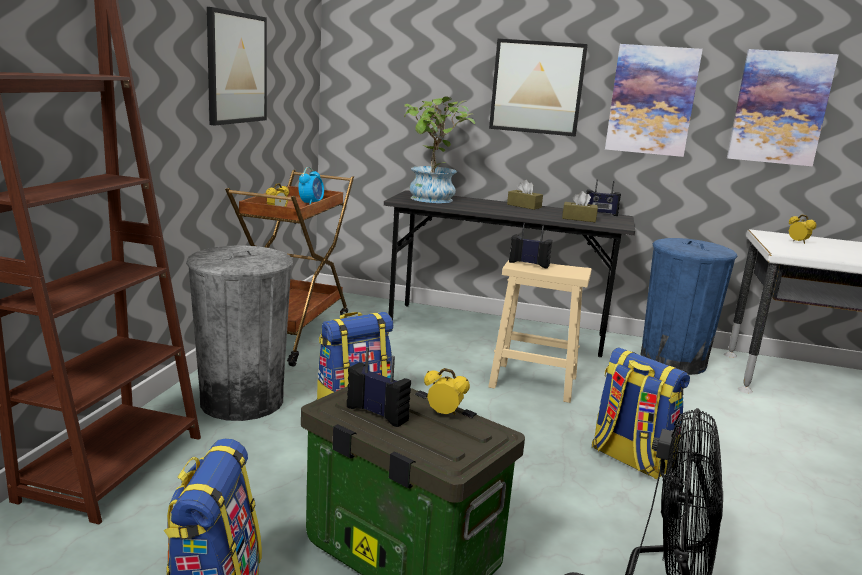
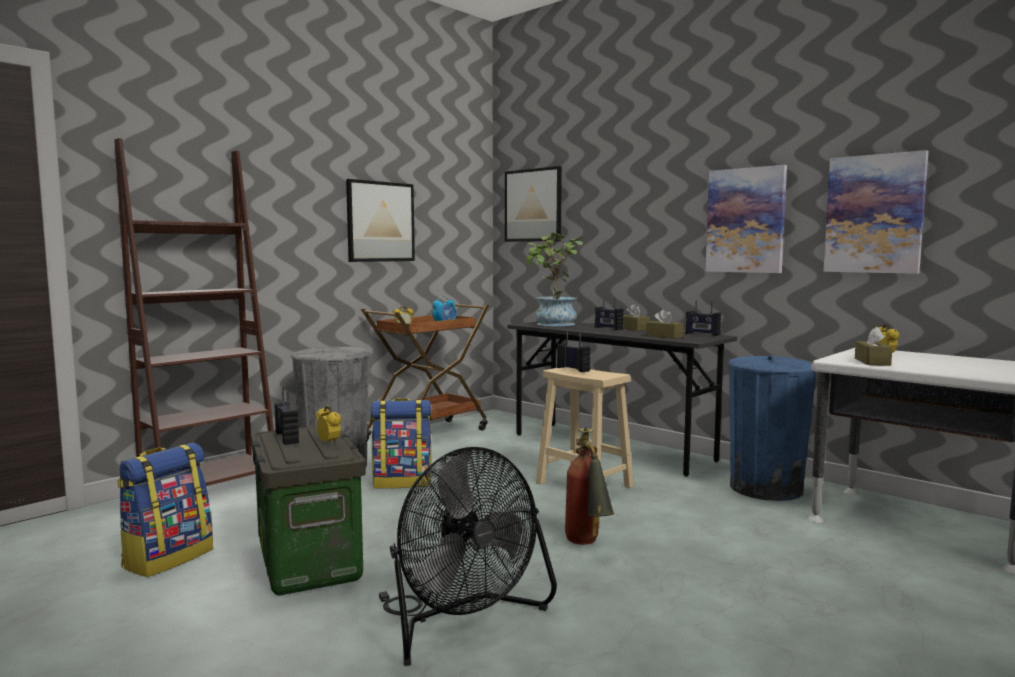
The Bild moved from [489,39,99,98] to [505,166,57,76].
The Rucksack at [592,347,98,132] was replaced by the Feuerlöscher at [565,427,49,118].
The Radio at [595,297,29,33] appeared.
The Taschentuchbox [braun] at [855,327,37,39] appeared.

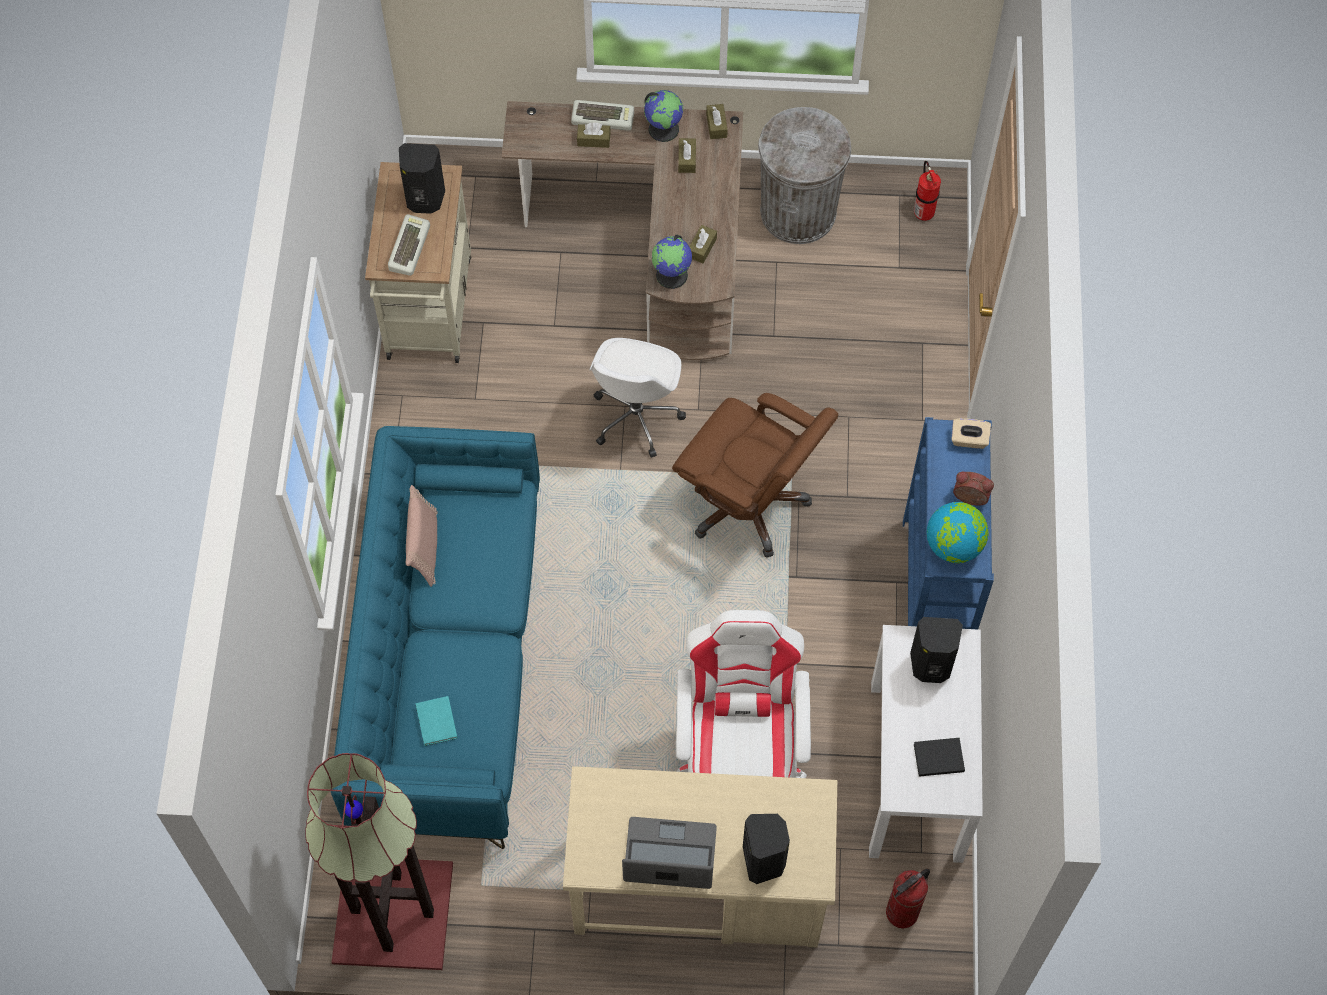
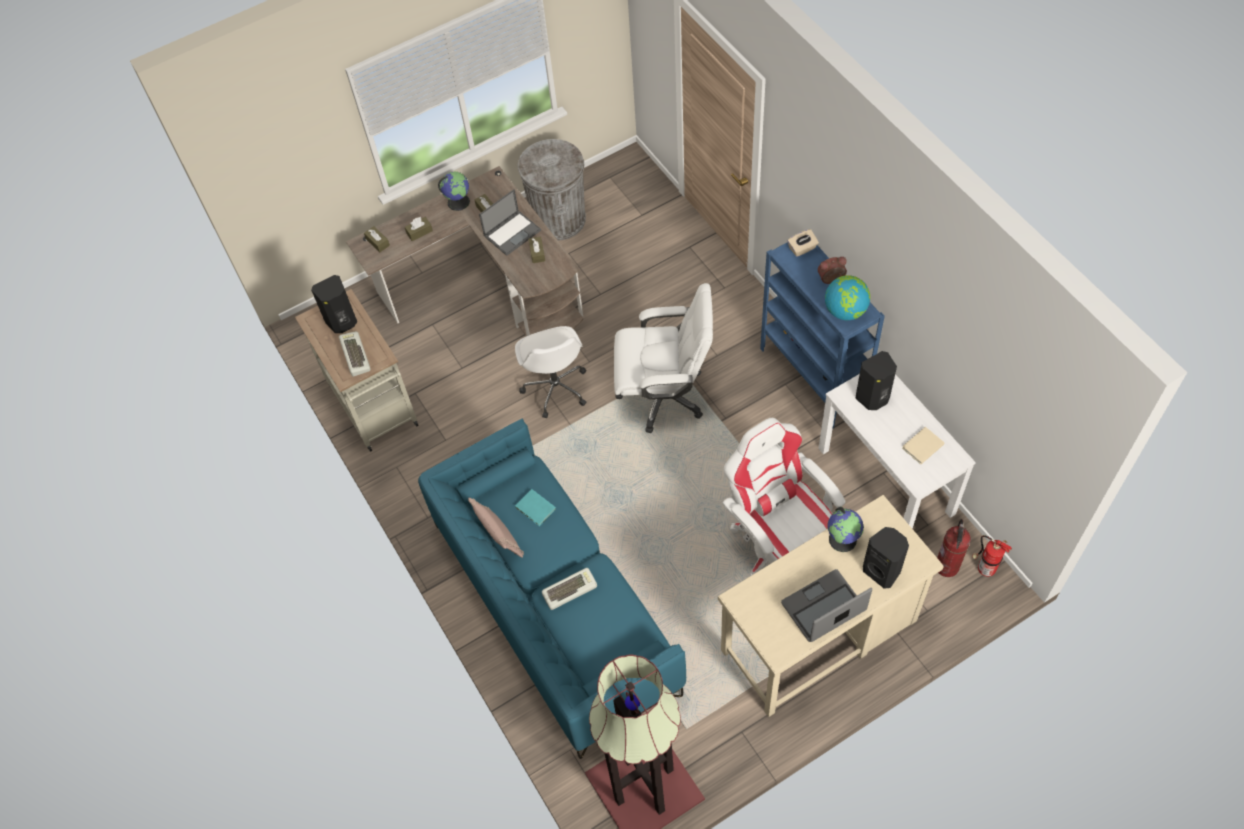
The Buch [türkis] moved from [415,696,43,50] to [515,489,41,37].
The Tastatur moved from [571,100,63,31] to [542,568,55,42].
The Globus moved from [652,235,40,54] to [827,507,37,45].
The Bürostuhl [braun] at [672,393,166,165] became the Bürostuhl [weiß] at [614,283,99,150].
The Taschentuchbox [braun] moved from [706,104,22,35] to [364,226,26,26].
The Feuerlöscher moved from [914,161,27,60] to [972,535,40,42].
The Buch [schwarz] at [914,738,51,39] became the Buch [beige] at [902,427,43,37].
The Laptop at [479,189,62,67] appeared.

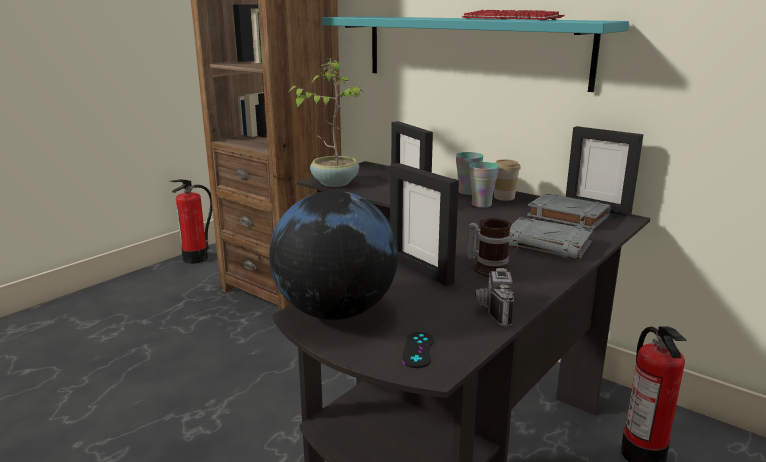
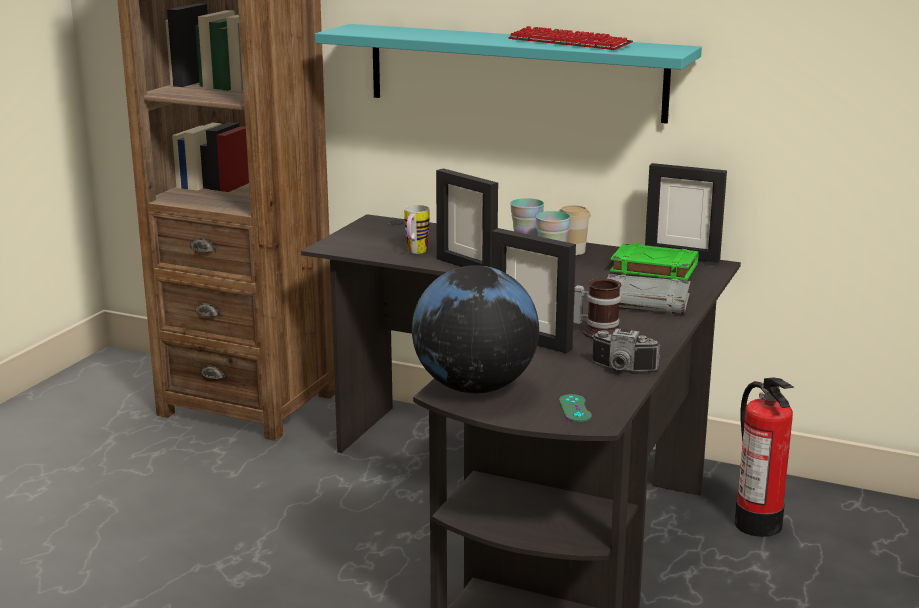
The Feuerlöscher at [169,179,43,85] disappeared.
The Topfpflanze at [288,58,77,129] disappeared.
The Gamepad [schwarz] at [402,332,33,36] became the Gamepad [grün] at [559,394,33,28].
The Kamera at [475,268,39,59] turned 60 degrees counterclockwise.
The Buch [grau] at [527,193,84,36] became the Buch [grün] at [610,243,89,37].
The Henkelbecher at [404,205,26,49] appeared.

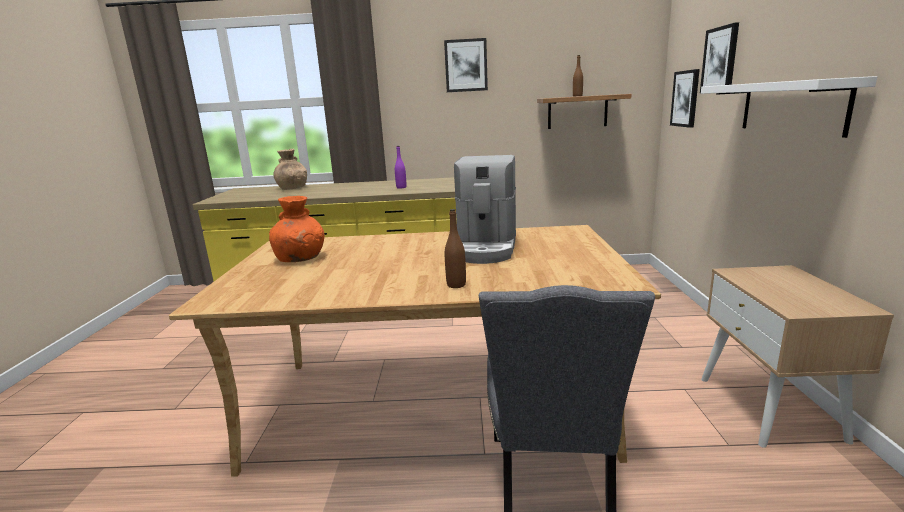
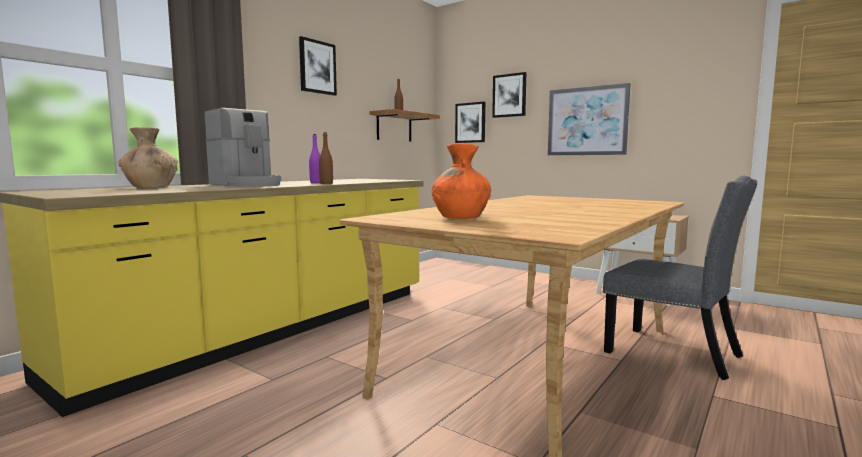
The Flasche [braun] moved from [445,209,21,79] to [319,132,14,52].
The Kaffeemaschine moved from [454,155,62,109] to [205,108,77,79].
The Wandregal [weiß] at [701,76,176,62] was replaced by the Bild at [548,83,82,73].

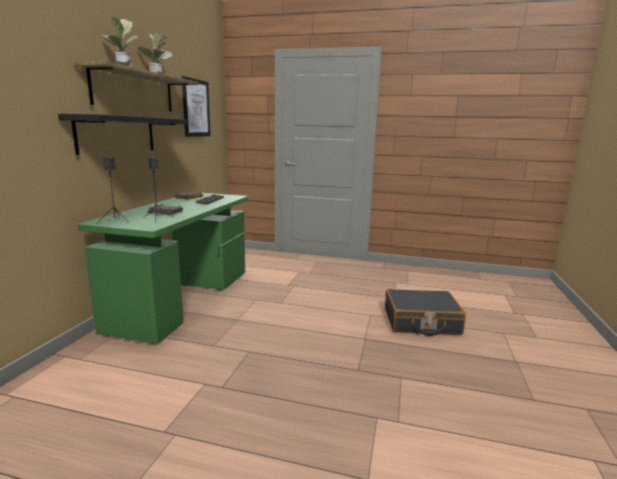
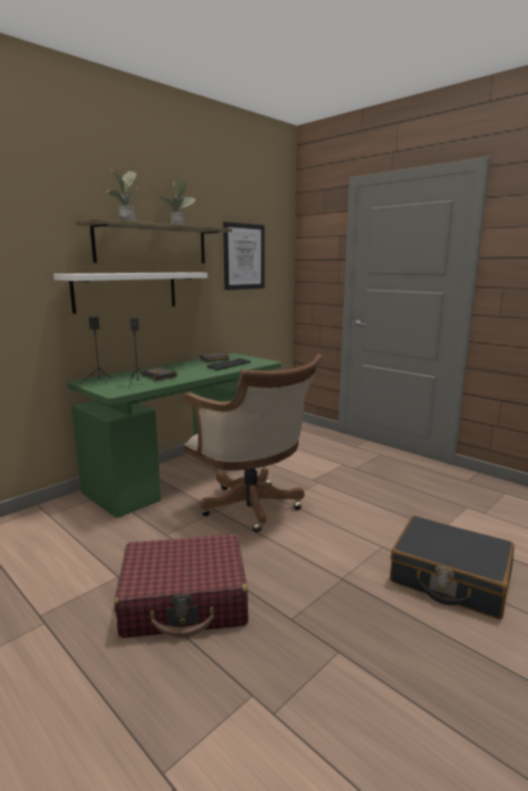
The Wandregal [schwarz] at [58,114,131,41] became the Wandregal [weiß] at [54,272,154,42].
The Koffer [rot] at [114,534,134,104] appeared.
The Bürostuhl at [183,354,139,178] appeared.

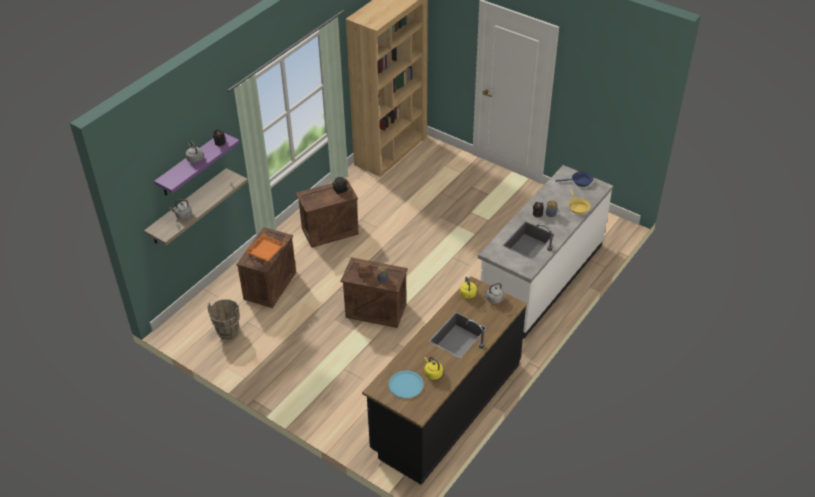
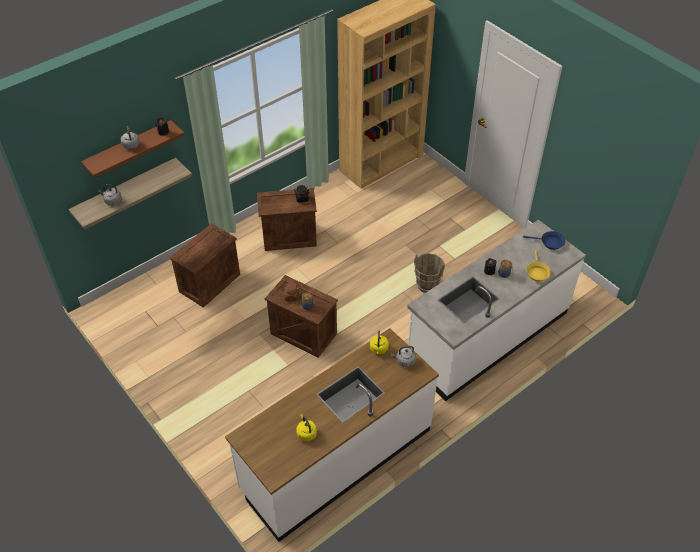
The Wandregal [lila] at [154,133,86,62] became the Wandregal [braun] at [81,120,104,58].
The Eimer [braun] moved from [207,299,33,41] to [414,253,31,40].
The Tablett [orange] at [245,234,41,28] disappeared.
The Küchenzeile [schwarz] at [362,276,165,209] became the Küchenzeile [weiß] at [225,328,214,214].
The Teller [blau] at [389,371,35,27] disappeared.

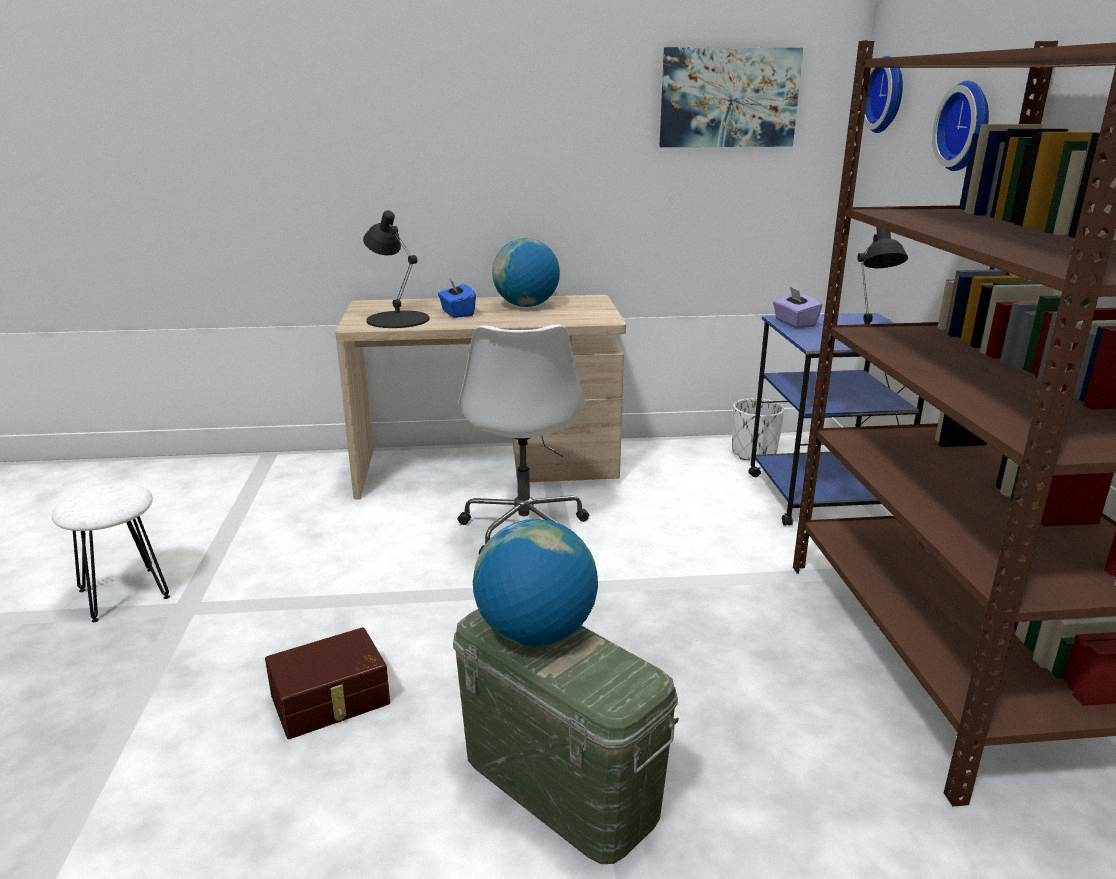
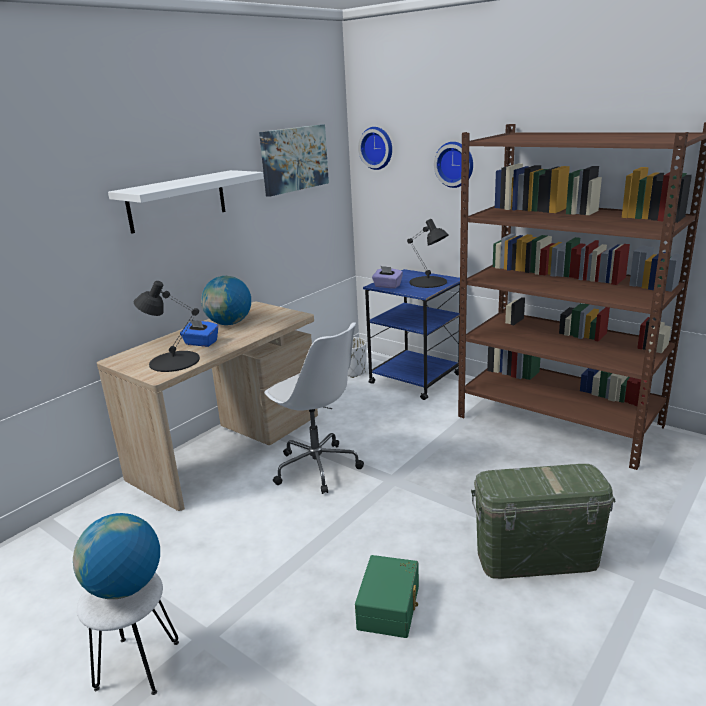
The Aufbewahrungsbox [braun] at [265,627,125,112] became the Aufbewahrungsbox [grün] at [355,555,64,83].
The Globus moved from [473,519,125,127] to [73,513,87,86].
The Wandregal [weiß] at [108,170,156,64] appeared.

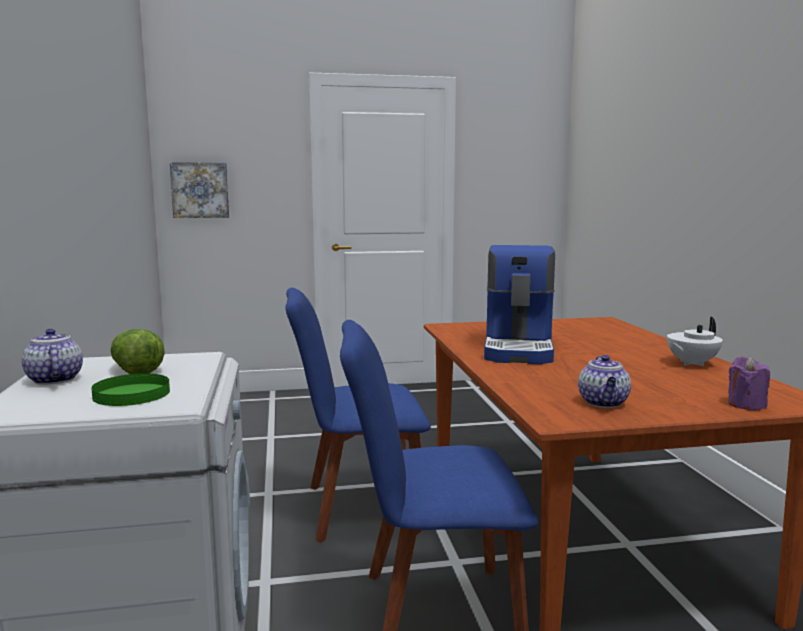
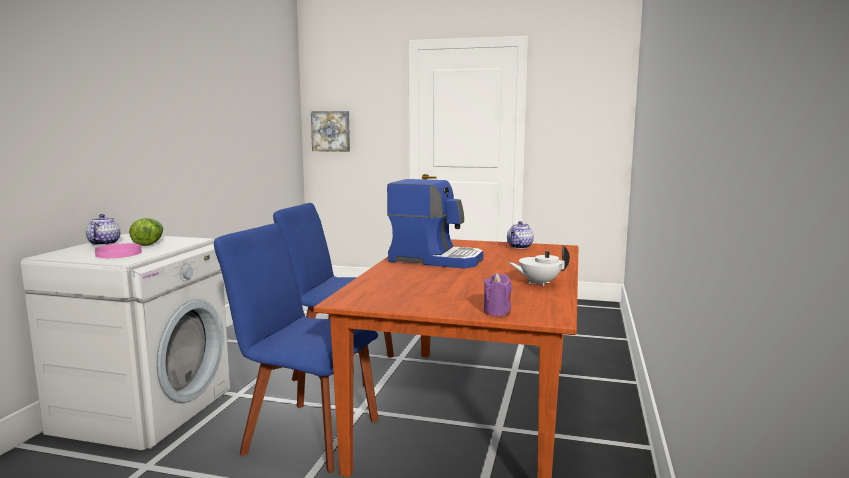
The Teller [grün] at [91,373,79,33] became the Teller [rosa] at [95,243,47,15].
The Kaffeemaschine at [484,245,71,119] turned 105 degrees counterclockwise.
The Teekanne moved from [578,355,53,53] to [507,221,27,28].

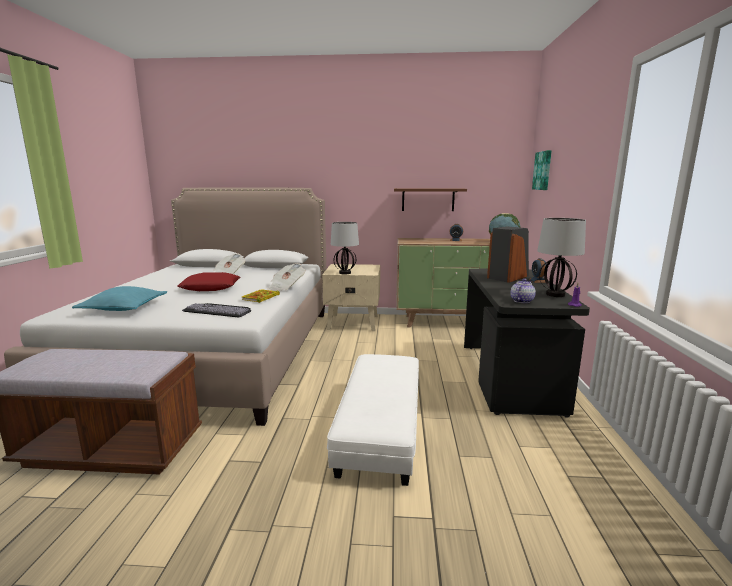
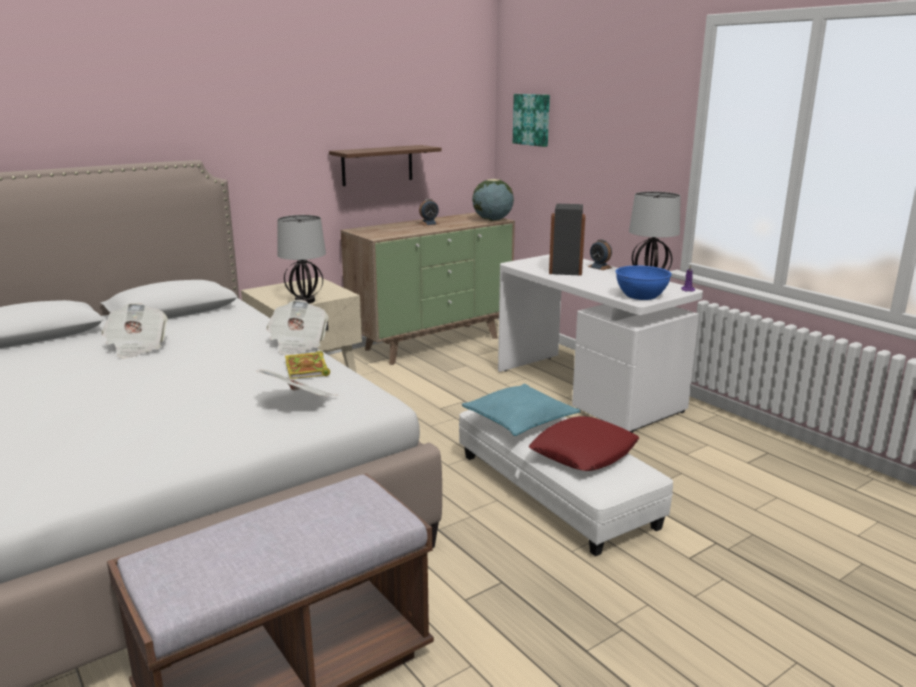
The Kissen [türkis] moved from [72,286,95,25] to [462,384,119,52].
The Kissen [rot] moved from [178,272,62,19] to [529,416,110,55].
The Tastatur at [182,303,69,14] was replaced by the Zeitung at [258,370,80,27].
The Schreibtisch [schwarz] at [464,268,126,150] became the Schreibtisch [weiß] at [498,254,205,179].
The Teekanne at [511,279,25,24] was replaced by the Schüssel [blau] at [615,266,57,34].

